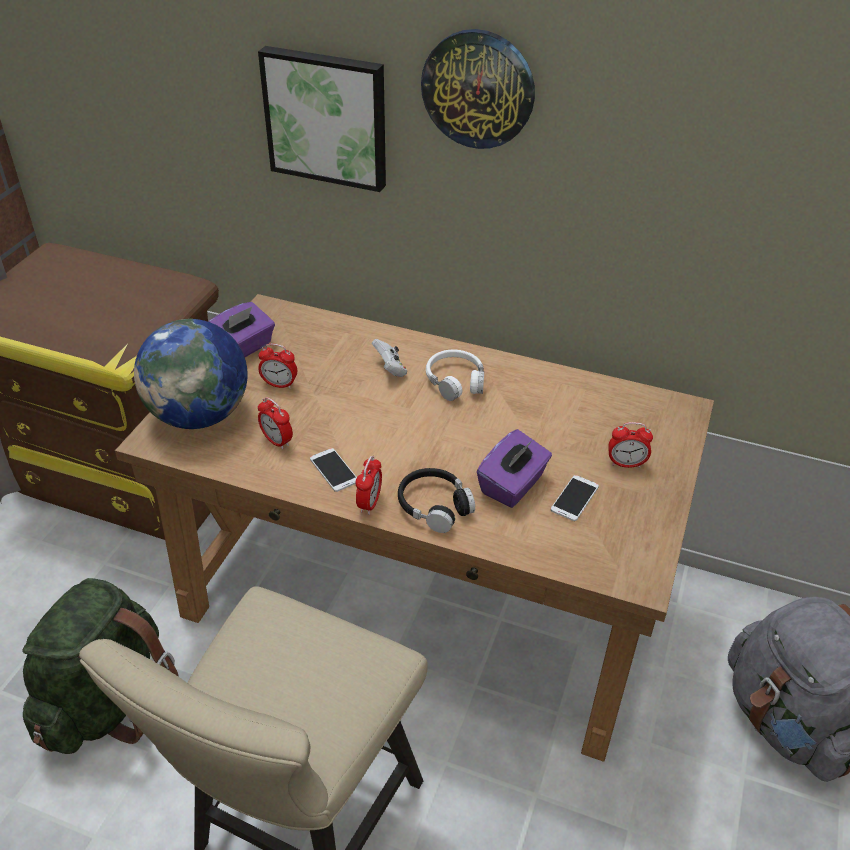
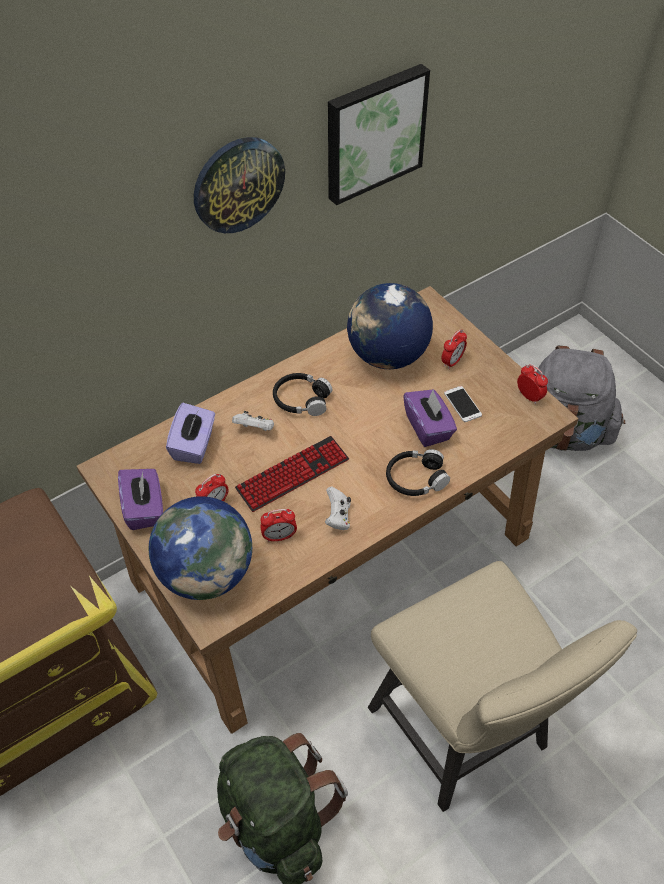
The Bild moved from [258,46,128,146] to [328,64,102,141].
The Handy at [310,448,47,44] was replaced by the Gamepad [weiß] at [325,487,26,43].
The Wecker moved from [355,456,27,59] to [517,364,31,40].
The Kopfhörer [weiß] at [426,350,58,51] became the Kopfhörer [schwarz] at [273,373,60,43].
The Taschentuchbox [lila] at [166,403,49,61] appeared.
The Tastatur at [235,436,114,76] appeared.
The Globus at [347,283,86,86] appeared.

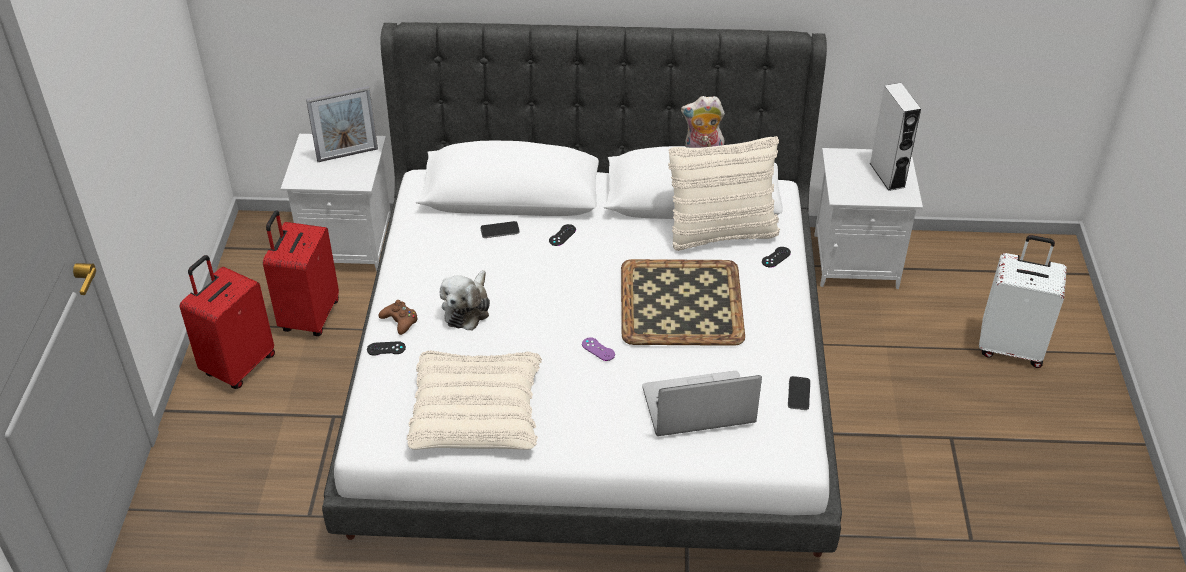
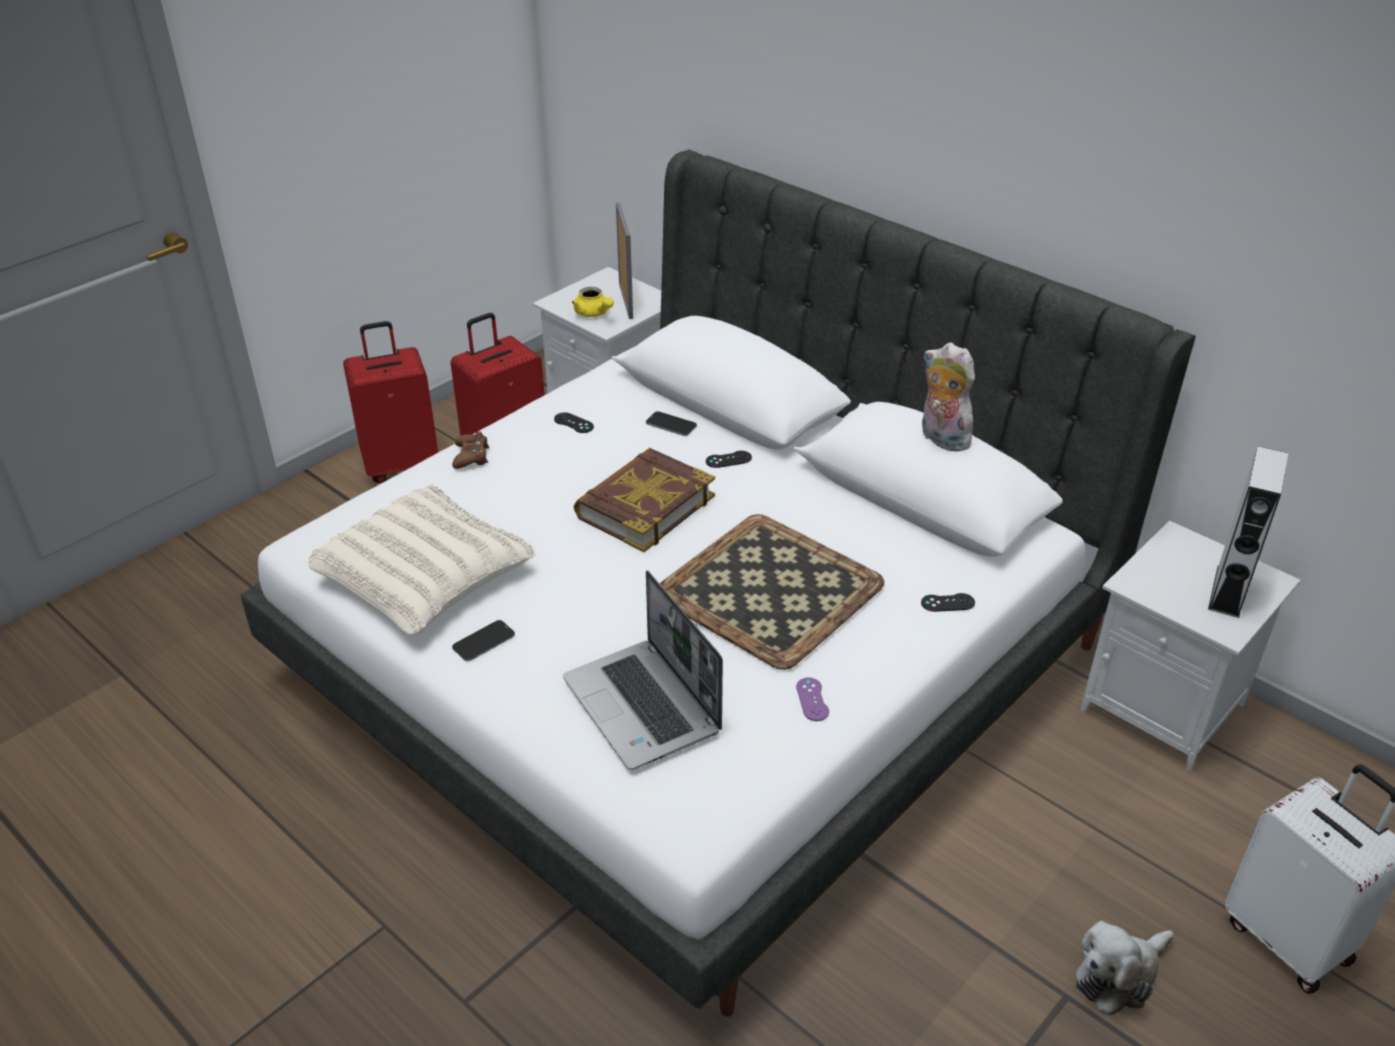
The Bilderrahmen at [306,86,72,76] turned 120 degrees counterclockwise.
The Gamepad [schwarz] moved from [367,341,39,15] to [554,412,40,21].
The Plüschtier moved from [440,270,50,61] to [1076,921,98,94].
The Gamepad [lila] moved from [582,337,33,24] to [796,677,33,44].
The Laptop at [642,371,120,65] turned 150 degrees counterclockwise.
The Kissen [beige] at [668,136,112,115] disappeared.
The Handy moved from [788,376,22,34] to [452,620,63,41].
The Teekanne [gelb] at [572,287,42,30] appeared.
The Buch at [574,448,141,104] appeared.

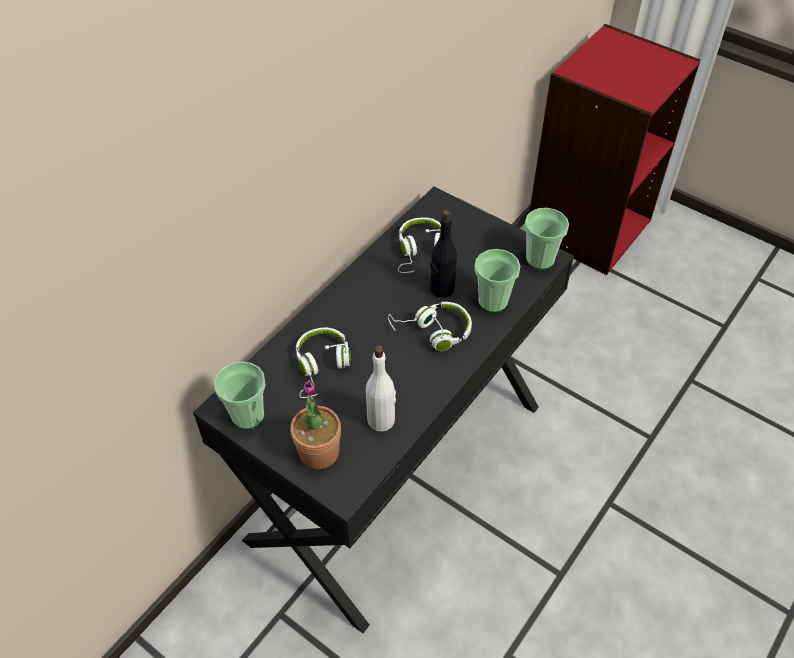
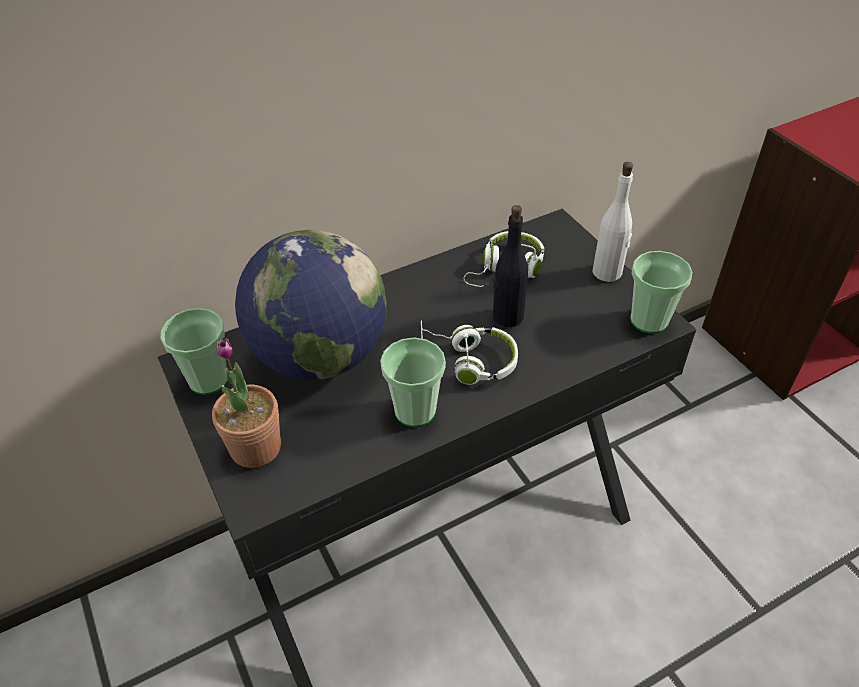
The Kopfhörer [weiß] at [296,328,55,70] was replaced by the Globus at [235,230,152,150].
The Flasche [weiß] moved from [366,345,30,87] to [593,162,40,120].
The Tasse moved from [474,249,46,64] to [380,337,66,90].

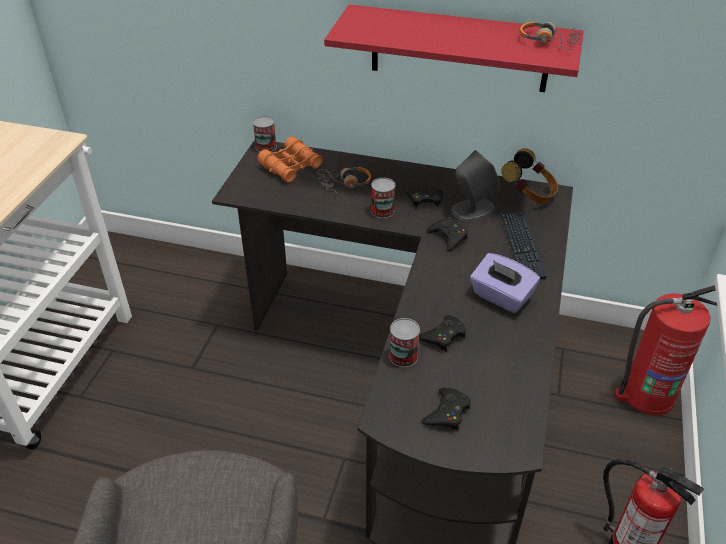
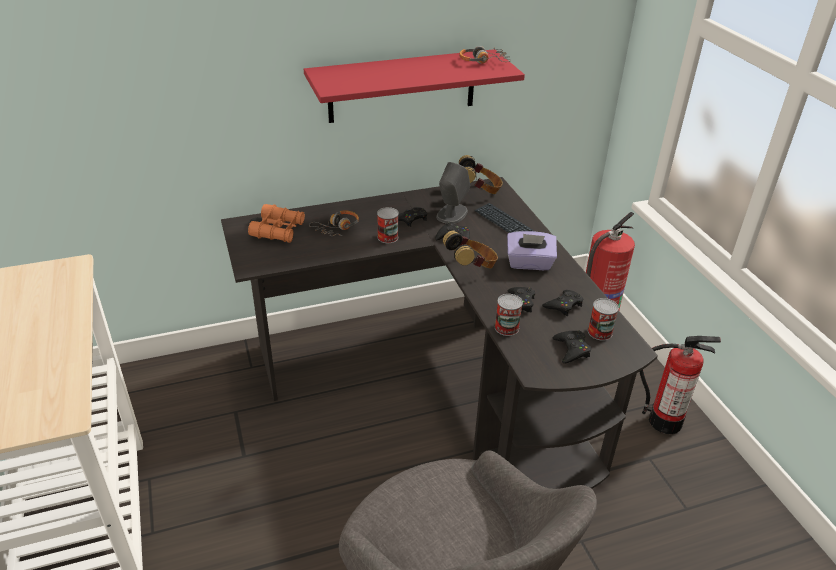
The Dose moved from [253,116,24,36] to [588,298,31,43].
The Kopfhörer at [443,230,55,39] appeared.
The Gamepad [schwarz] at [542,290,41,26] appeared.

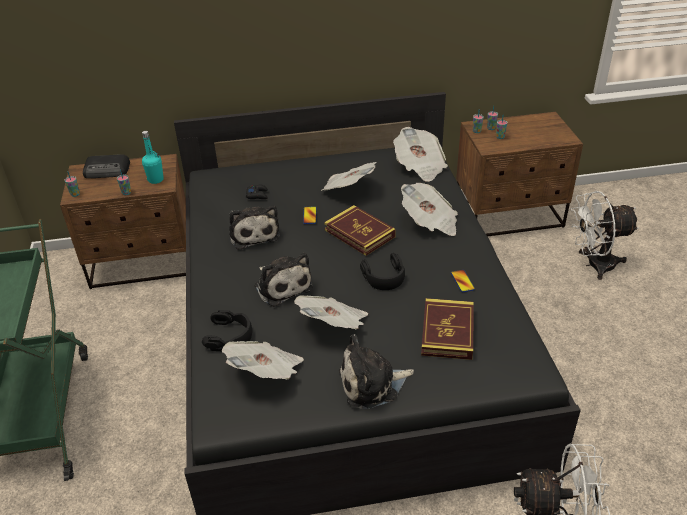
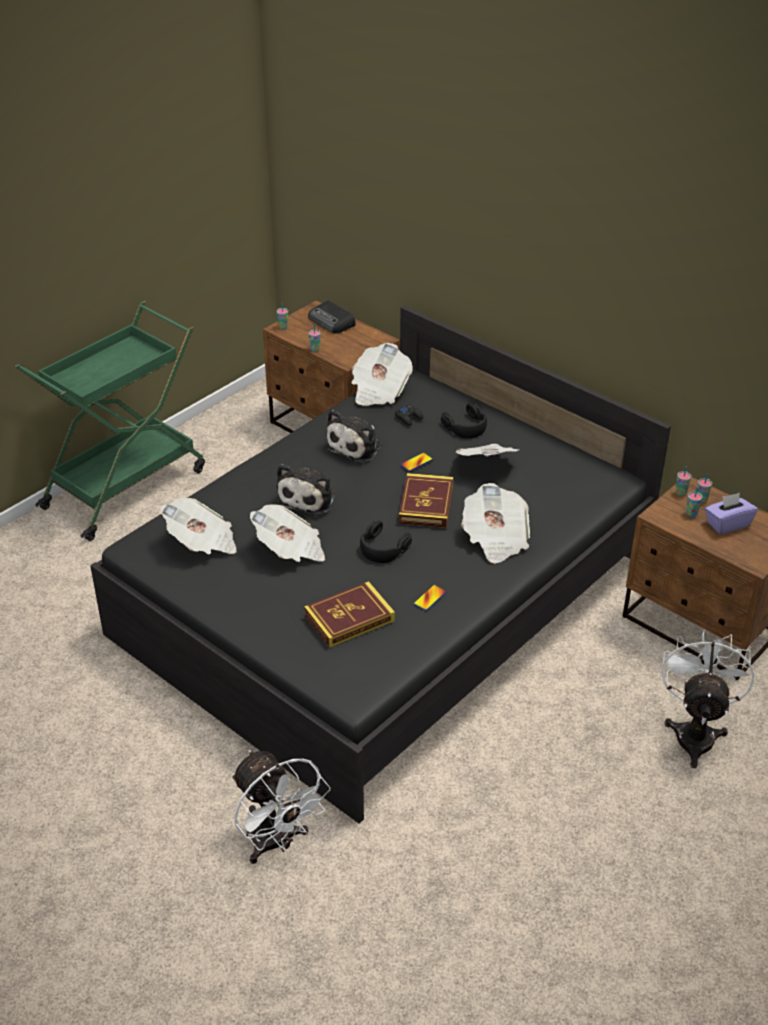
The Flasche [türkis] at [142,131,22,53] disappeared.
The Kopfhörer [schwarz] moved from [202,310,50,41] to [441,403,46,35].
The Plüschtier at [339,334,75,75] disappeared.
The Zeitung moved from [393,127,55,55] to [351,343,62,63].
The Ventilator [weiß] at [571,191,68,89] turned 60 degrees clockwise.
The Taschentuchbox [lila] at [705,493,53,41] appeared.

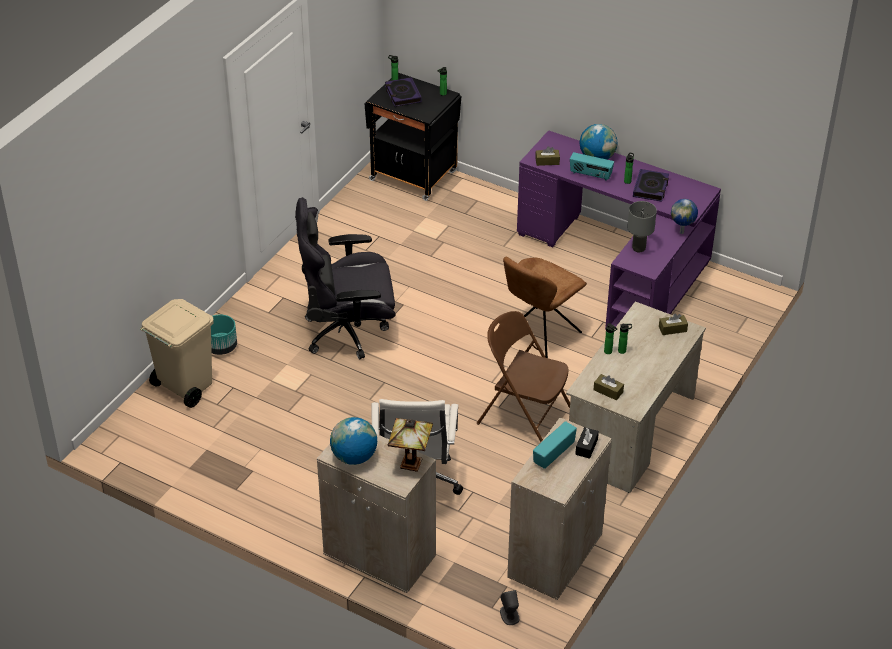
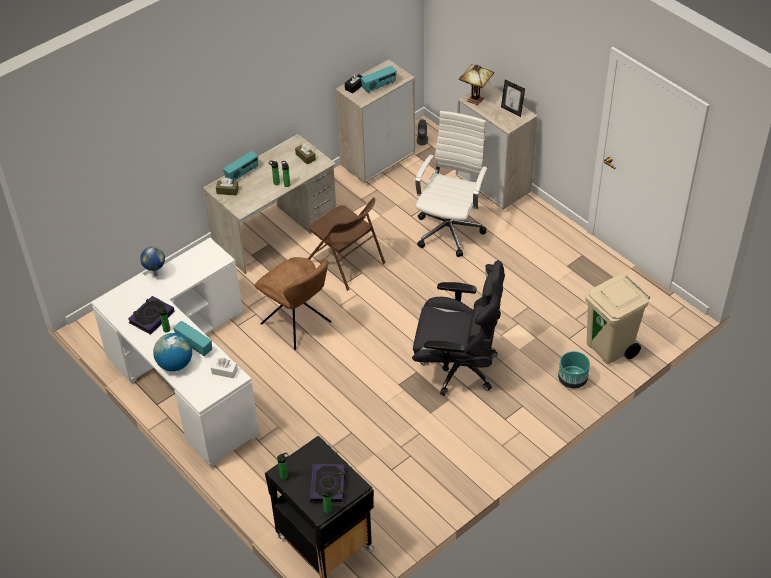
The Globus at [330,417,47,48] was replaced by the Bilderrahmen at [501,79,24,38].
The Stuhl [braun] at [503,257,84,101] turned 75 degrees clockwise.
The Schreibtisch [lila] at [517,130,204,199] became the Schreibtisch [weiß] at [91,238,168,230].
The Taschentuchbox [braun] at [535,146,25,20] became the Taschentuchbox [weiß] at [211,358,27,20].
The Tischlampe [grau] at [627,201,30,52] disappeared.
The Radio at [223,151,35,30] appeared.

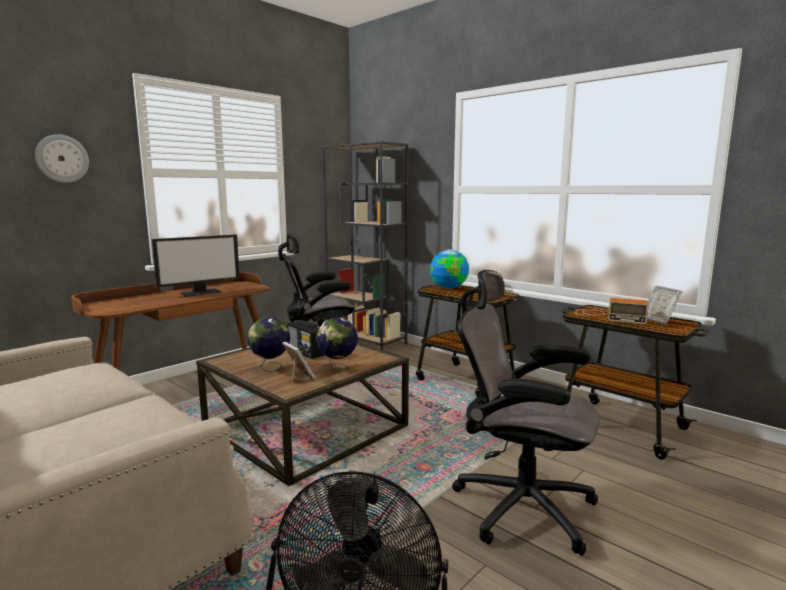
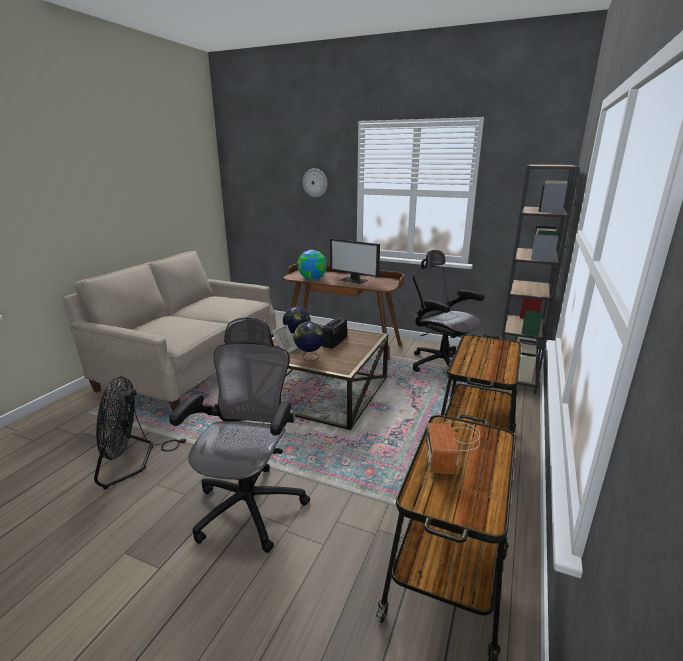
The Globus moved from [430,250,39,39] to [297,250,30,30].
The Bilderrahmen at [647,285,35,40] disappeared.

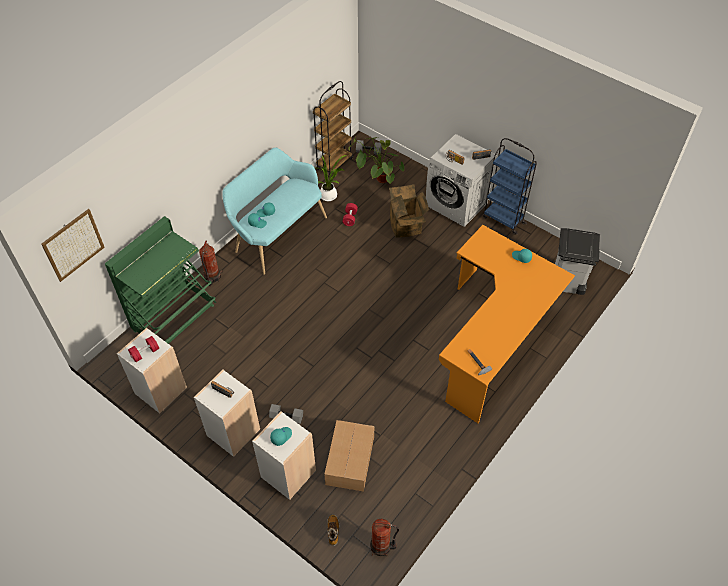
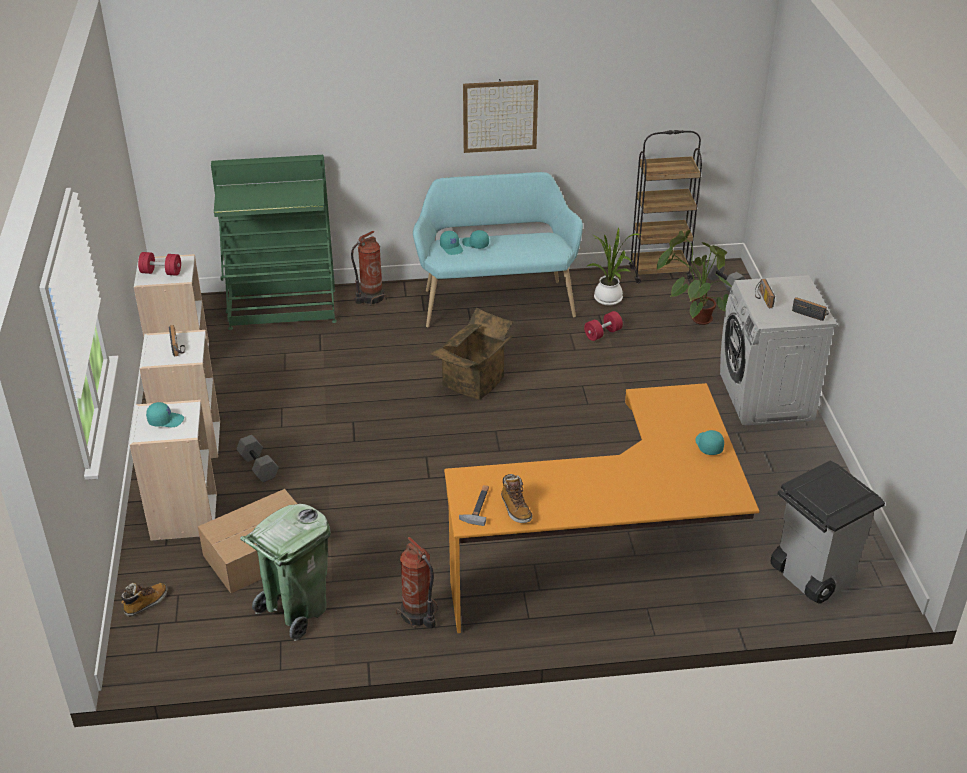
The Bild moved from [41,209,64,73] to [463,79,75,74].
The Feuerlöscher moved from [370,518,29,38] to [396,537,42,92].
The Karton moved from [389,184,40,54] to [430,308,83,92].
The Rollwagen [blau] at [483,138,54,97] disappeared.
The Mülleimer [grün] at [240,504,91,137] appeared.
The Stiefel at [501,474,31,49] appeared.

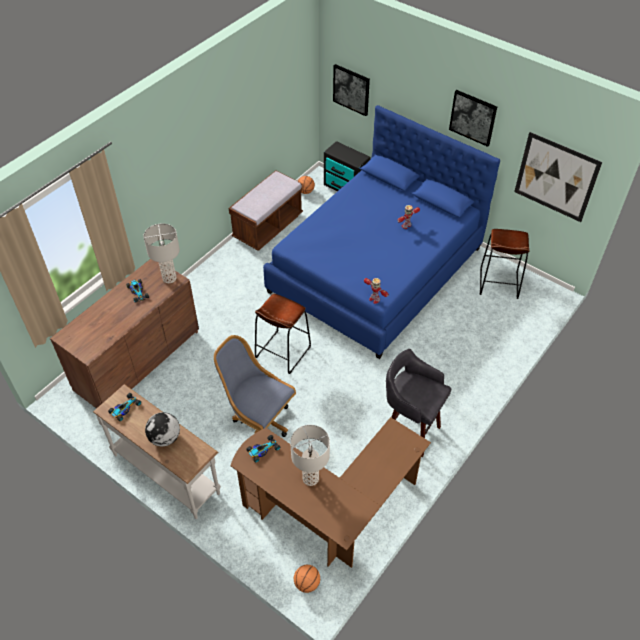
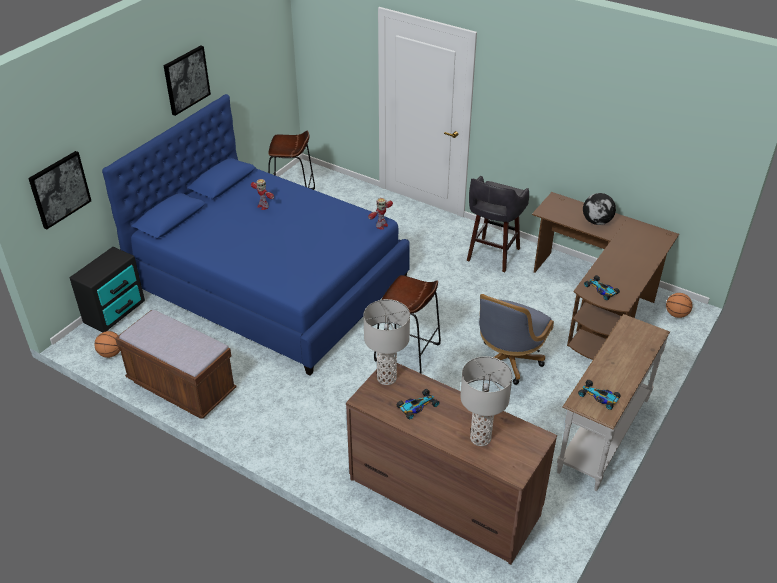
The Globus moved from [145,412,35,35] to [583,193,33,32].
The Tischlampe [weiß] moved from [290,425,40,61] to [460,356,53,90].
The Bild at [514,132,88,90] disappeared.

